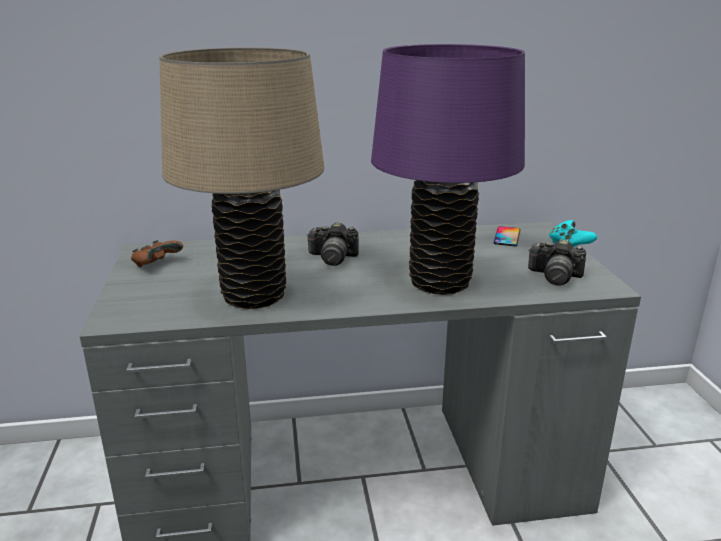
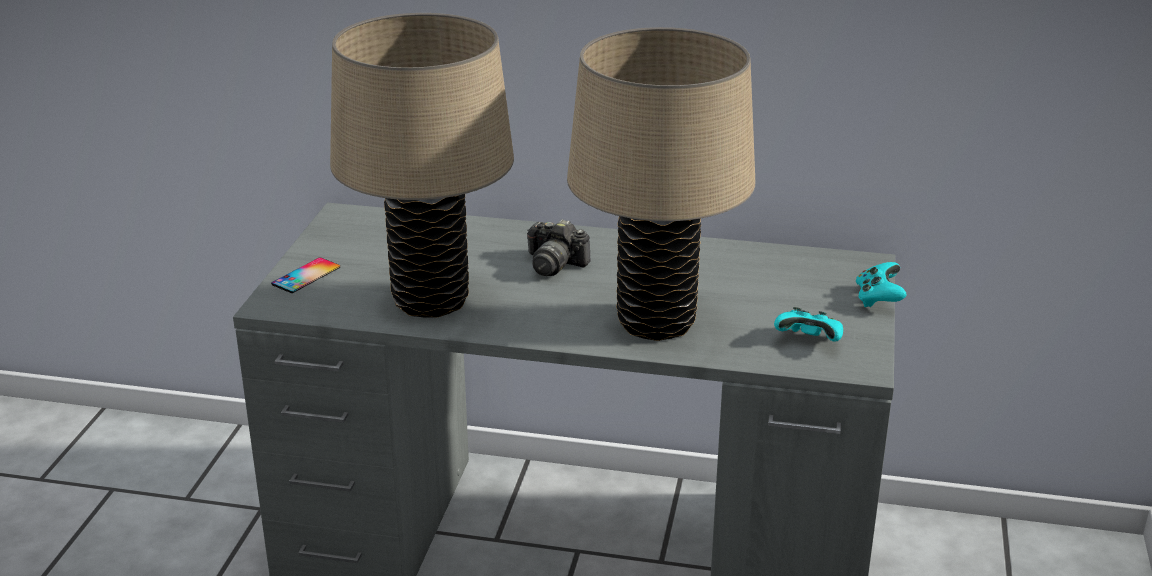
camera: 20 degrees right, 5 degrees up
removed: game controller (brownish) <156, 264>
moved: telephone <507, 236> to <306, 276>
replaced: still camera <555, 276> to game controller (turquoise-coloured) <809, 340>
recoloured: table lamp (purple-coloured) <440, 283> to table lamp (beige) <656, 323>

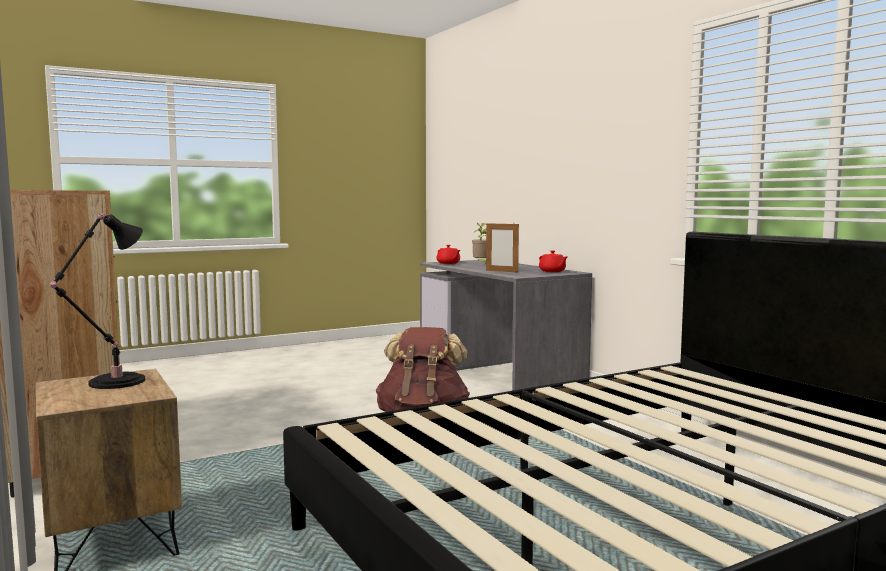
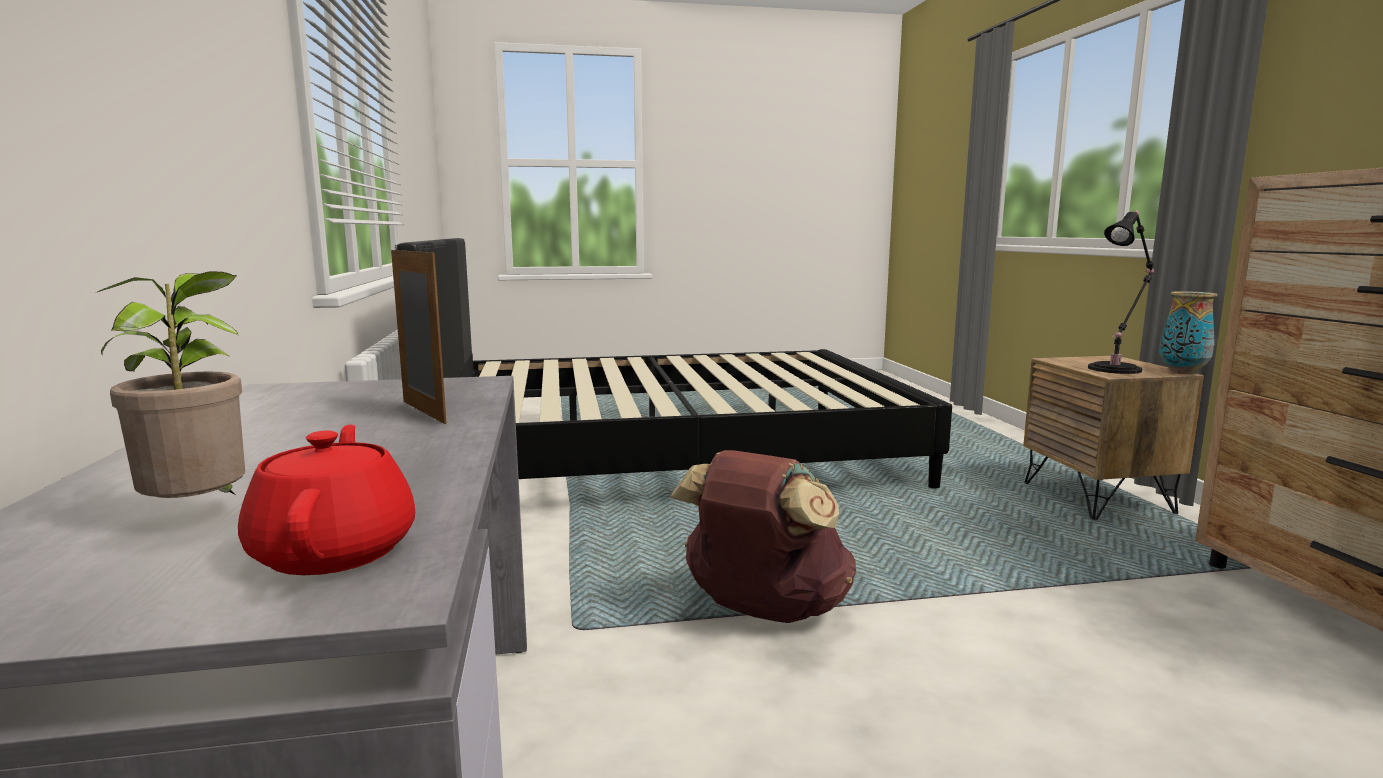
camera: 160 degrees left, 5 degrees up
removed: pot for tea (red) <552, 271>
added: flower vase <1181, 372>

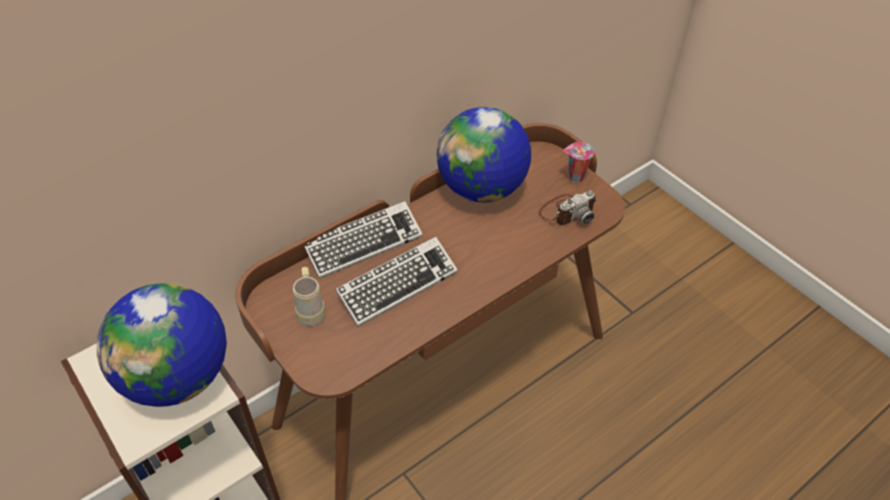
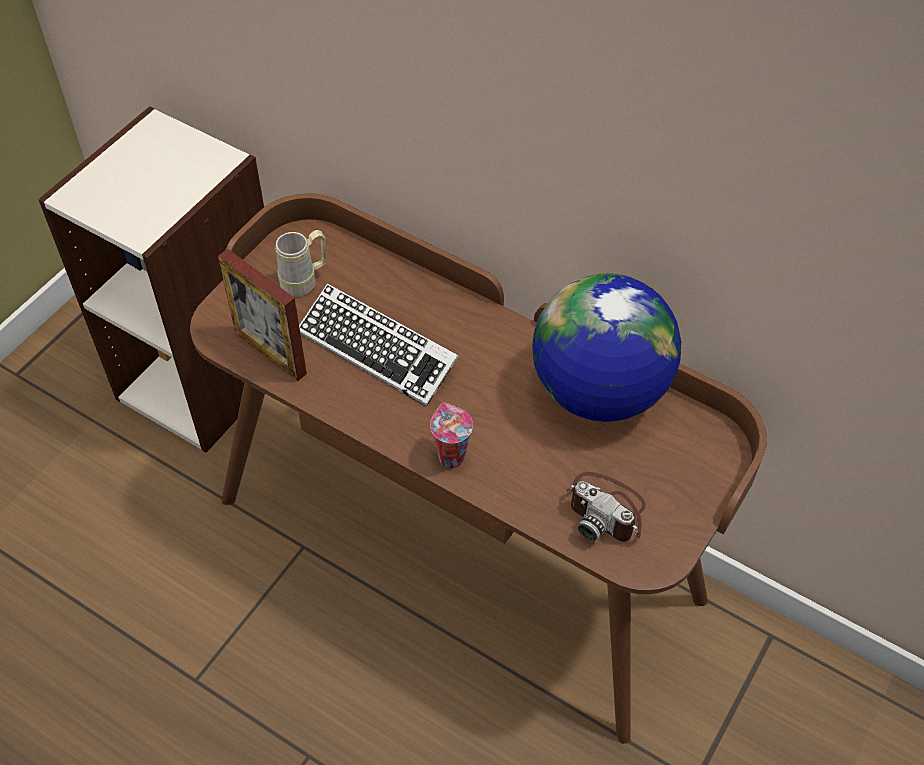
camera: 70 degrees right, 5 degrees up
removed: world globe <178, 378>; computer keyboard <363, 244>
added: picture frame <270, 353>
moved: small cup <575, 177> to <450, 456>

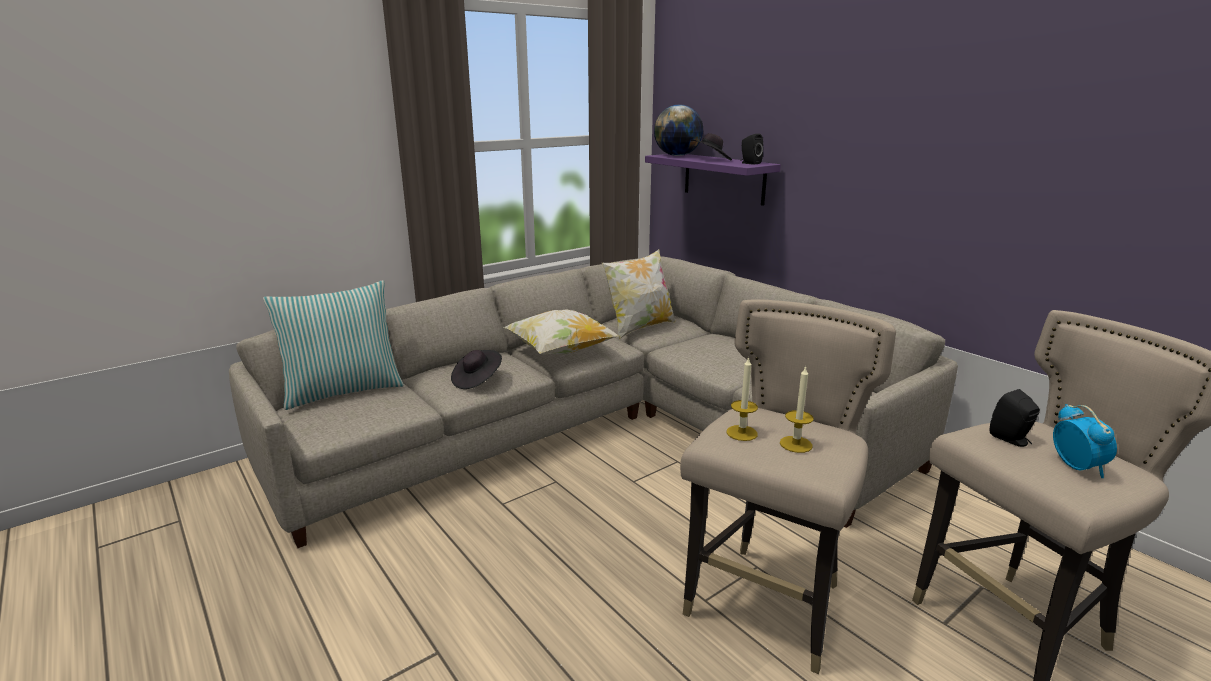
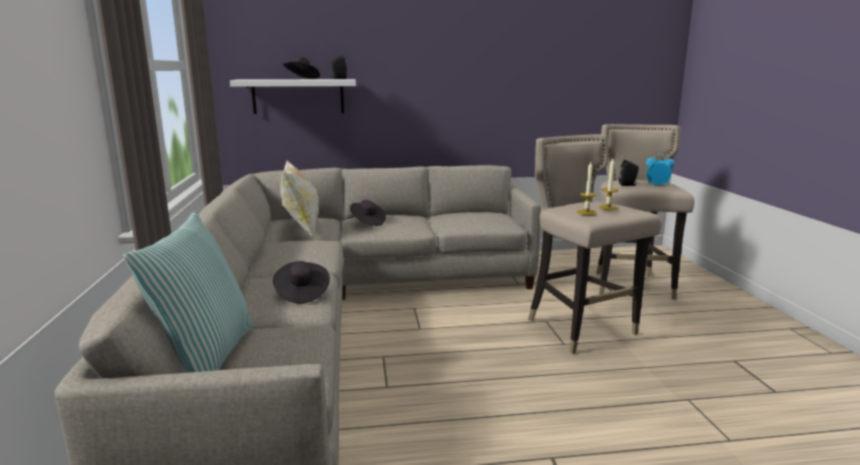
camera: 60 degrees left, 5 degrees down
removed: pillow <560, 351>; world globe <677, 156>
added: clothing hat (blackish) <367, 222>
recoloured: wall shelf (purple-coloured) <724, 178> to wall shelf (white-coloured) <298, 96>

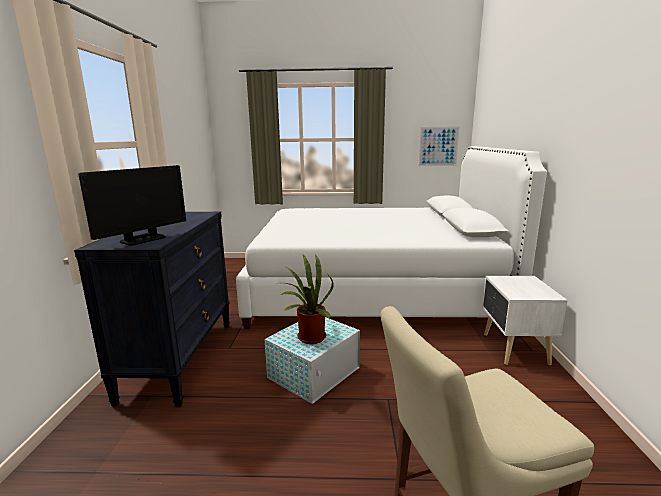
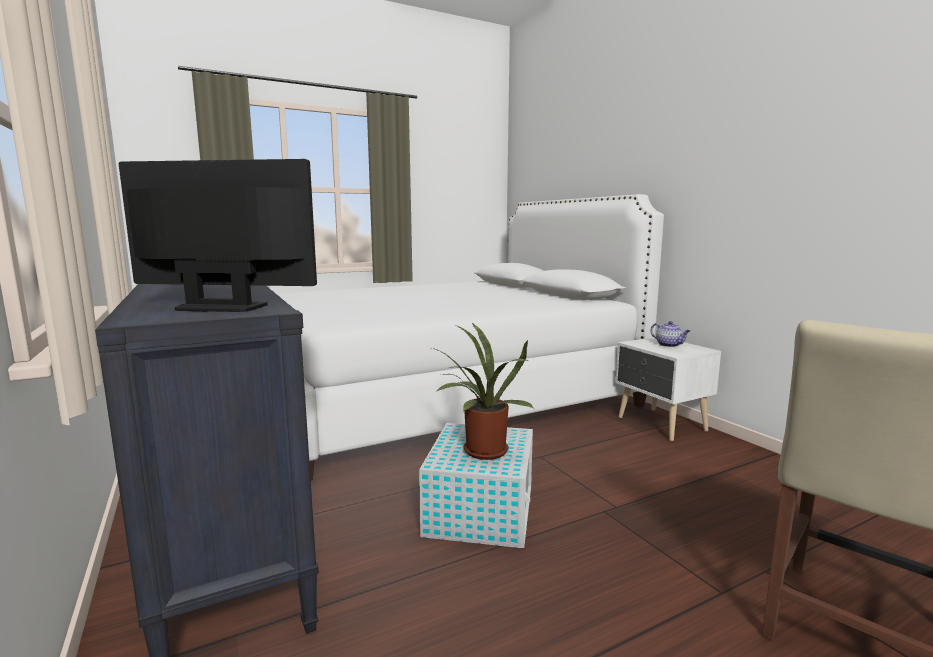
camera: 30 degrees left, 5 degrees down
removed: picture <438, 146>
added: pot for tea <669, 345>
turned: computer display <143, 239> = <222, 307> 90 degrees counterclockwise

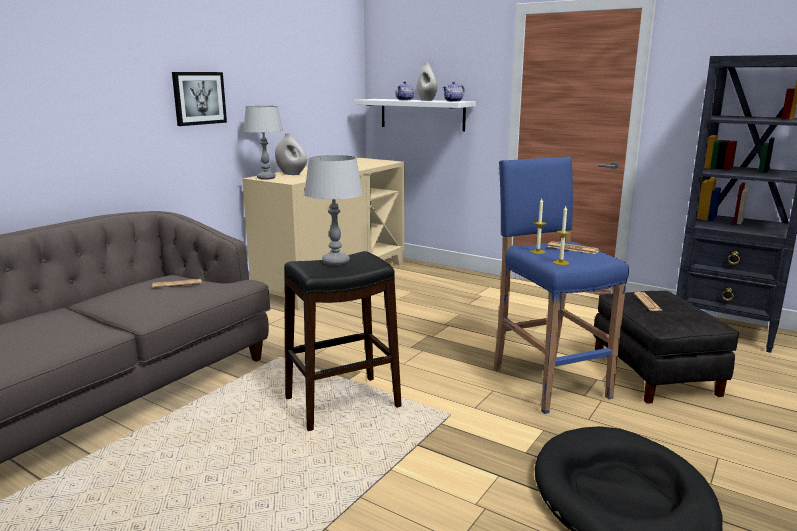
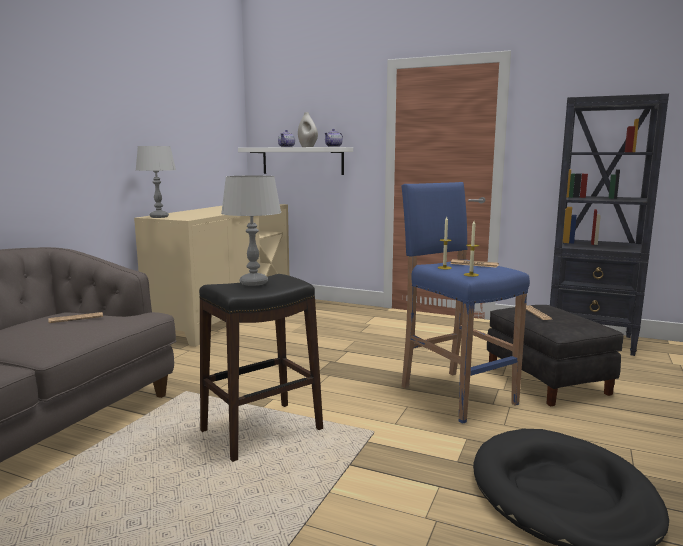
camera: 10 degrees left, 5 degrees down
removed: picture <199, 98>; flower vase (white-coloured) <291, 174>

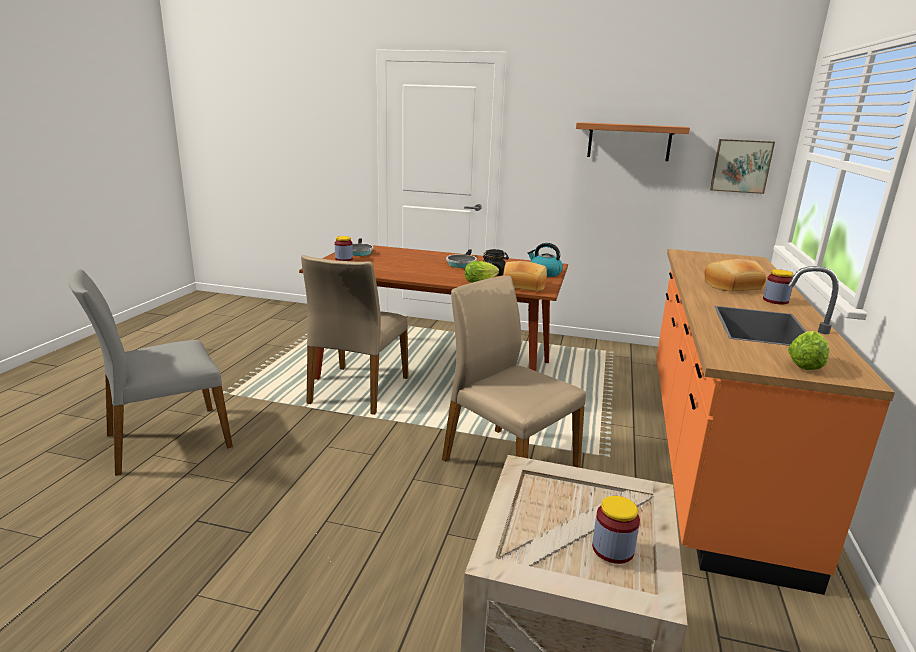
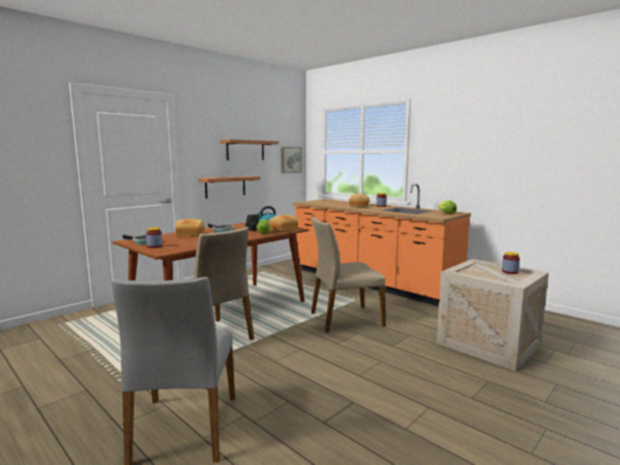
camera: 60 degrees left, 10 degrees down
added: bread <190, 234>; wall shelf <225, 186>

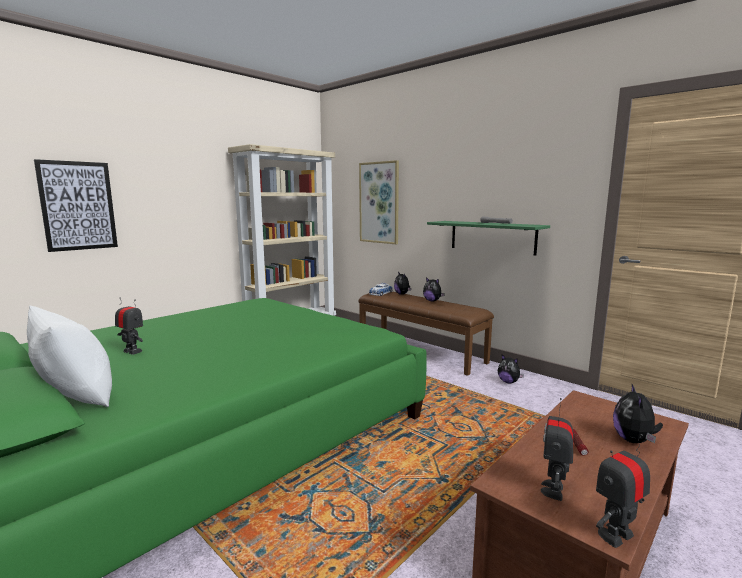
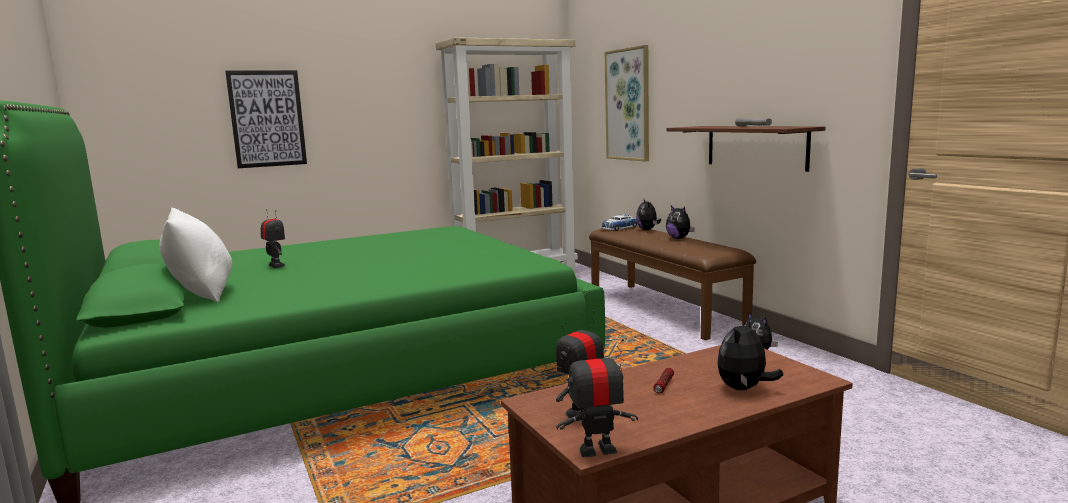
camera: 20 degrees right, 0 degrees up
recoloured: wall shelf (greenish) <492, 237> to wall shelf (brownish) <755, 146>

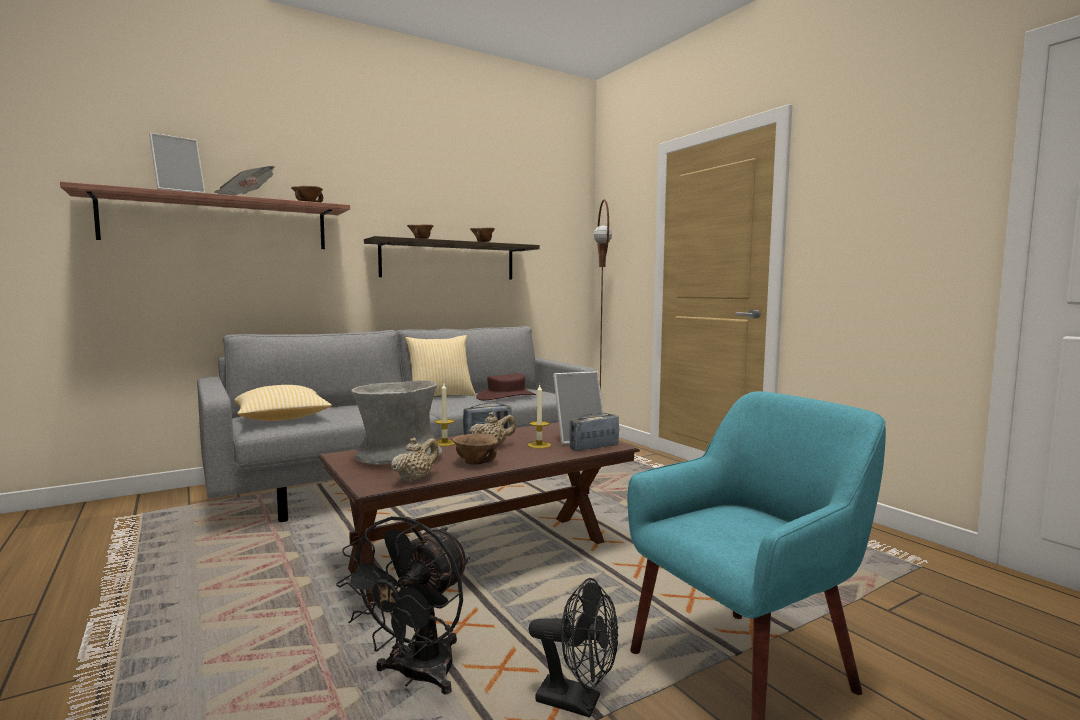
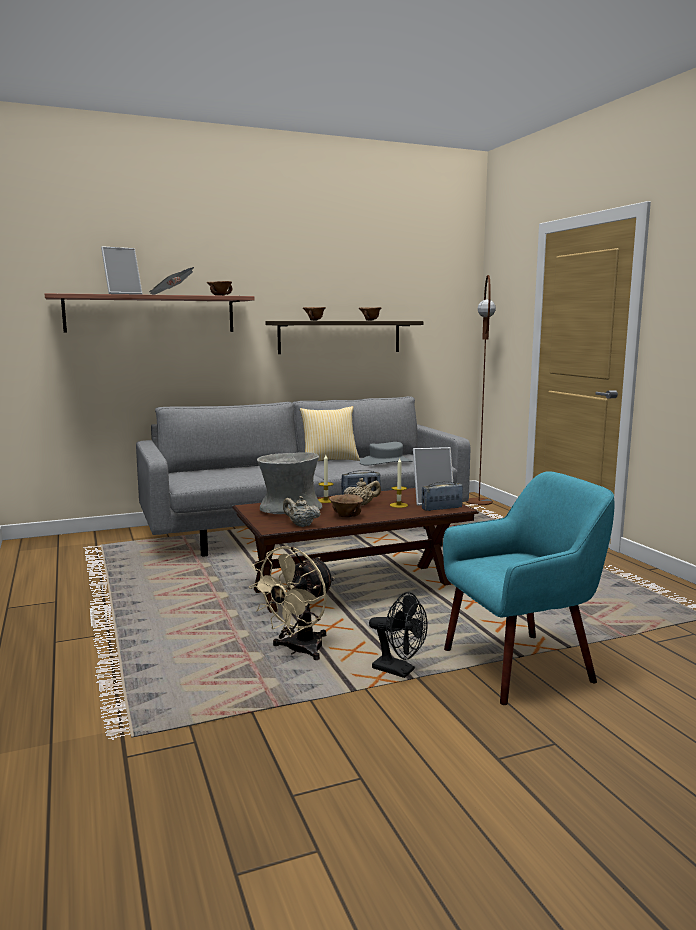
camera: 10 degrees right, 5 degrees up
removed: pillow <281, 419>
recoloured: cooling fan (blackish) <416, 677> to cooling fan (beige) <298, 651>; clothing hat (brownish) <506, 397> to clothing hat (greyish) <386, 462>
turned: pot for tea (beige) <415, 479> = <301, 525> 105 degrees counterclockwise

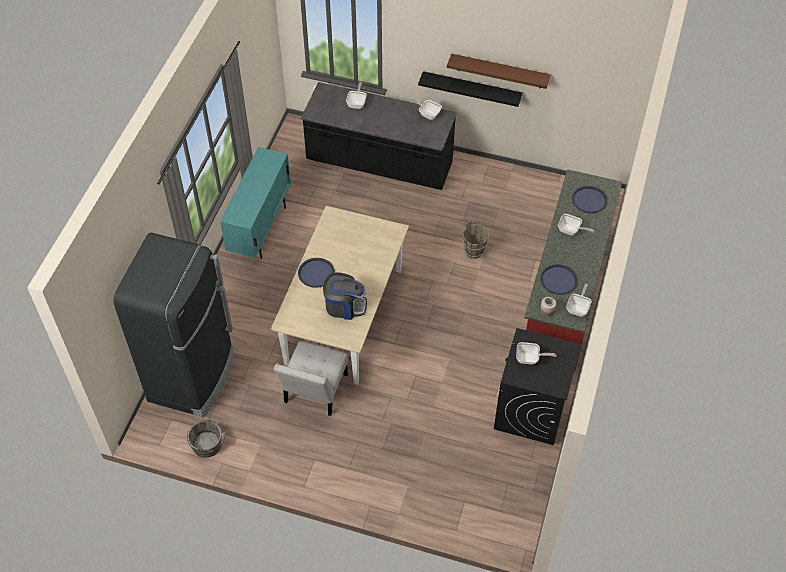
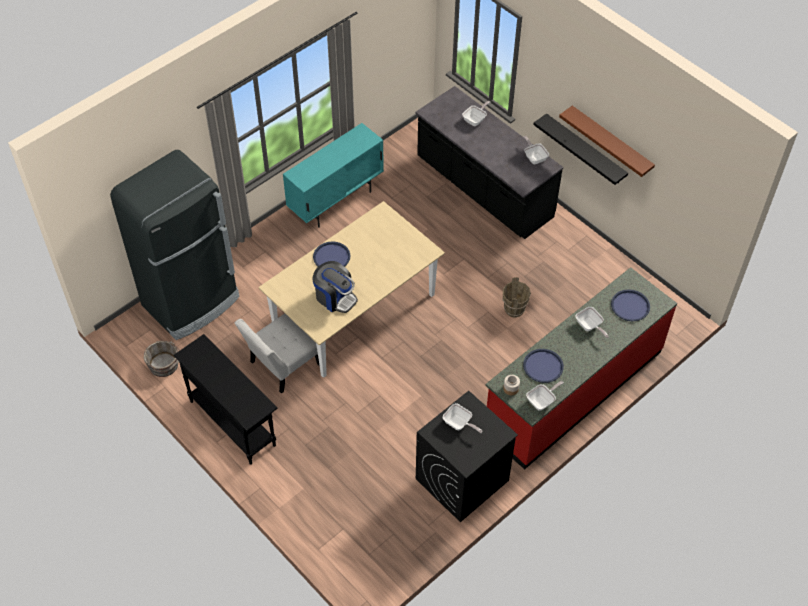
camera: 30 degrees right, 0 degrees up
added: narrow table (blackish) <232, 422>

